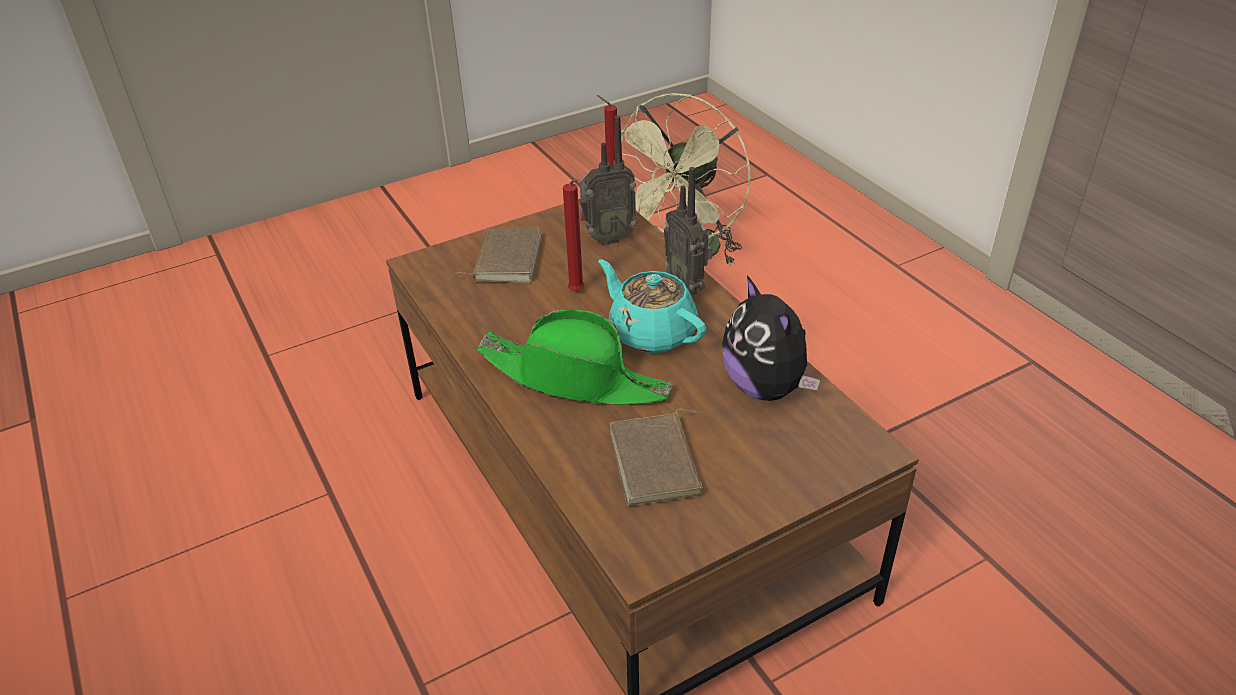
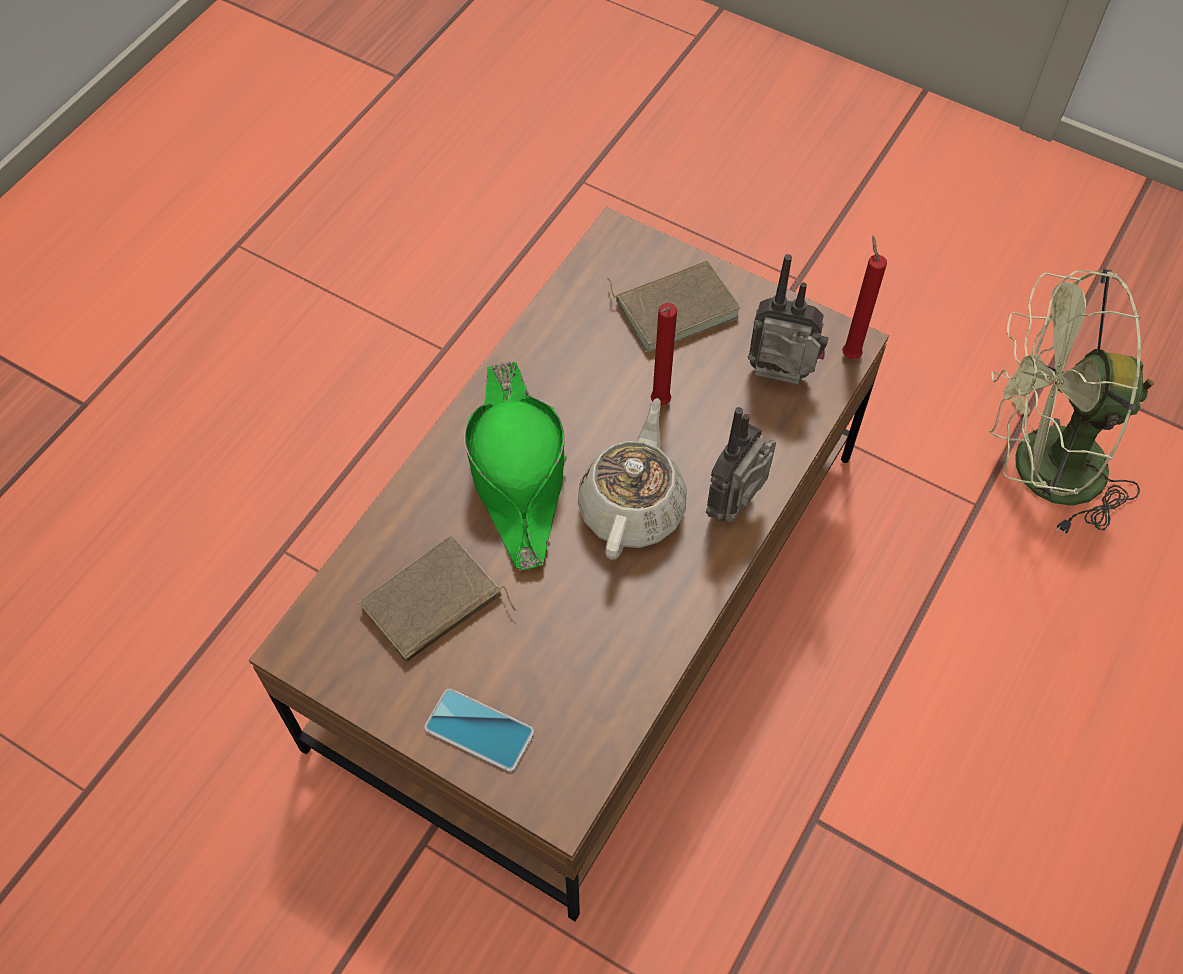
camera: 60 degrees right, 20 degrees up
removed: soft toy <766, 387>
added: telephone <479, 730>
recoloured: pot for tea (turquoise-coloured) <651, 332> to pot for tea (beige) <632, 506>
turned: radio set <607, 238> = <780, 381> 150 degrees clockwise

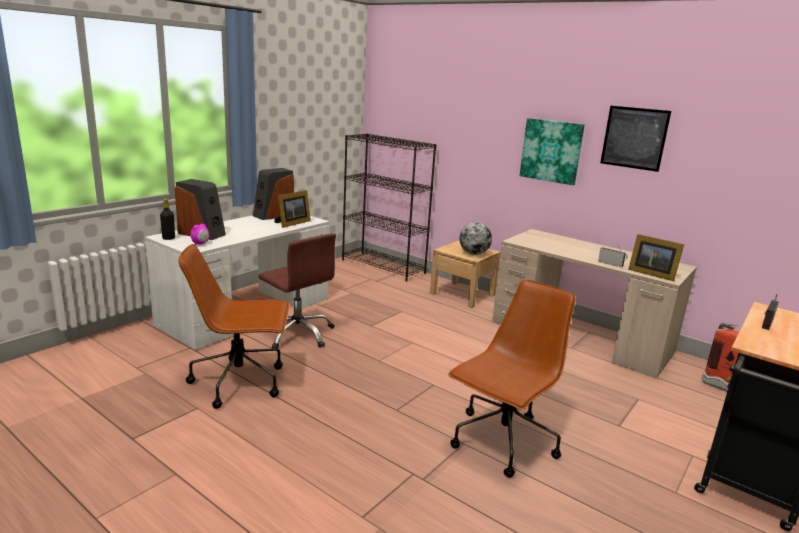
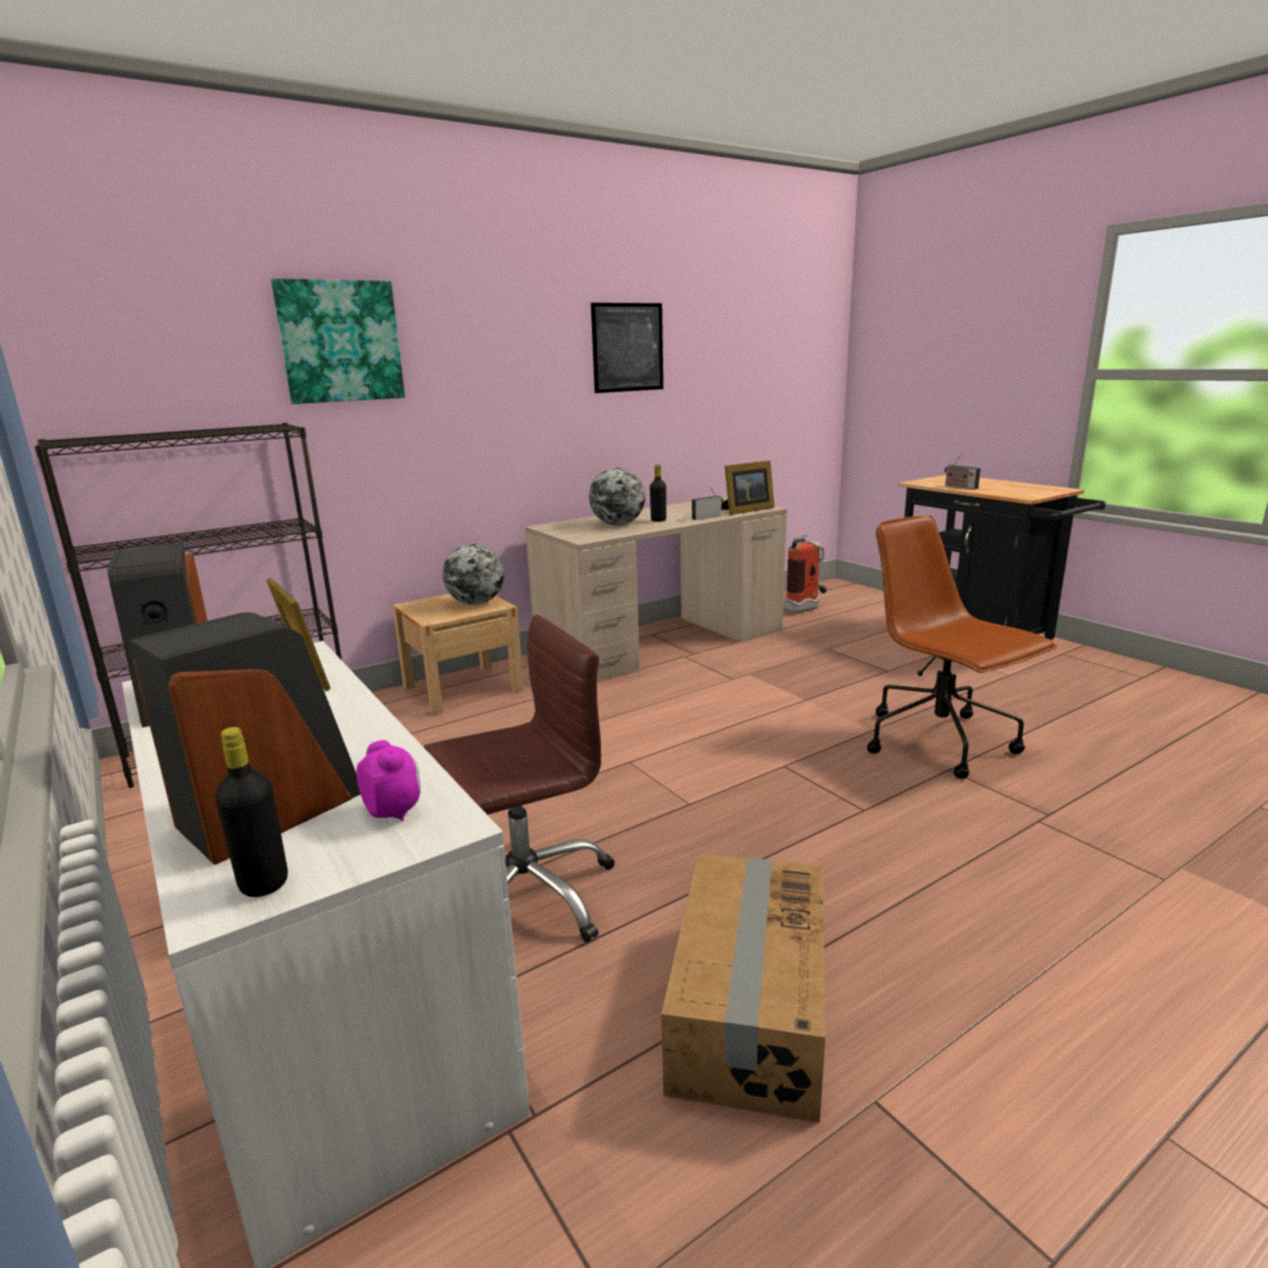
camera: 70 degrees left, 0 degrees up
added: world globe <618, 524>; beverage bottle (blackish) <658, 520>
moved: picture <551, 151> to <340, 341>
replaced: desk chair (brownish) <240, 382> to cardboard box <747, 1008>

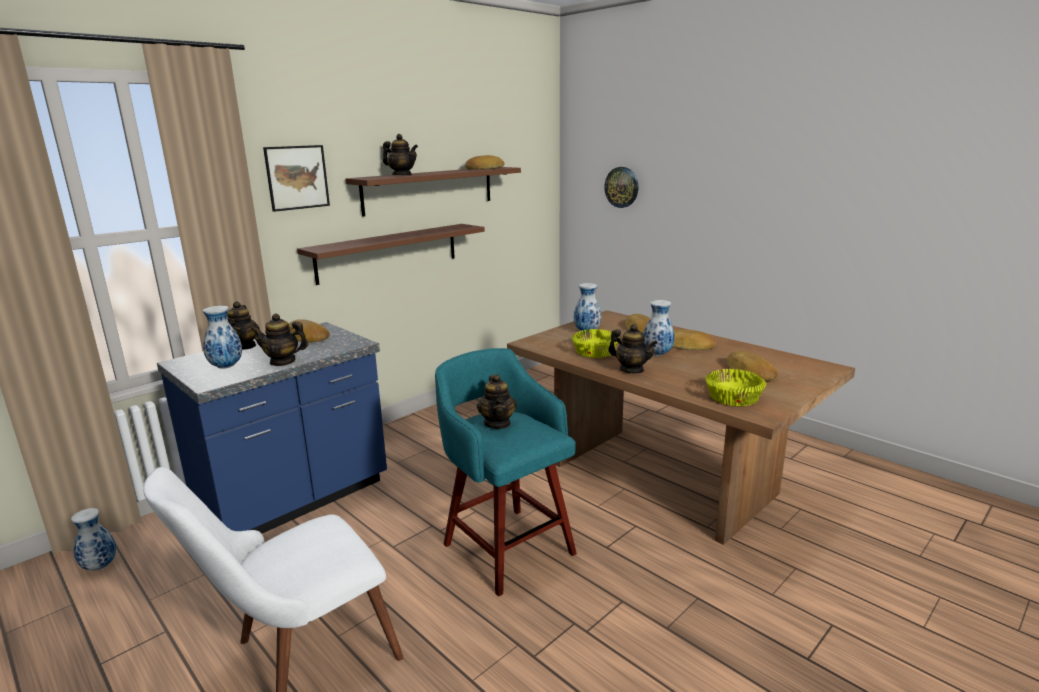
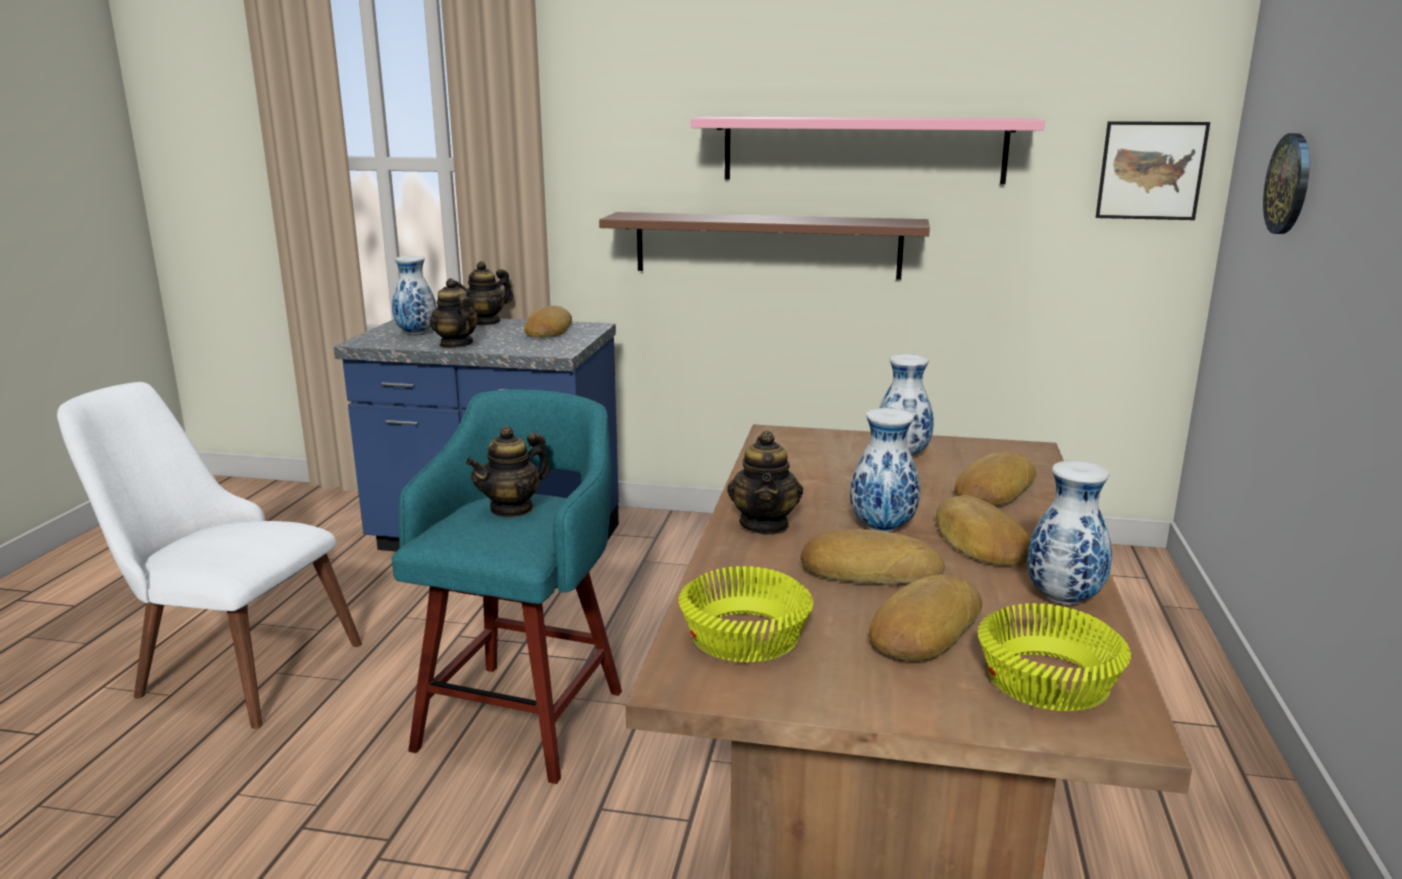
camera: 55 degrees right, 0 degrees up
removed: pot for tea <402, 175>
moved: flower vase <99, 566> to <1062, 598>; picture <297, 177> to <1151, 170>; bread <484, 168> to <869, 570>; bowl (yellow) <594, 352> to <1044, 680>
recoloured: wall shelf (brownish) <429, 190> to wall shelf (pinkish) <863, 149>

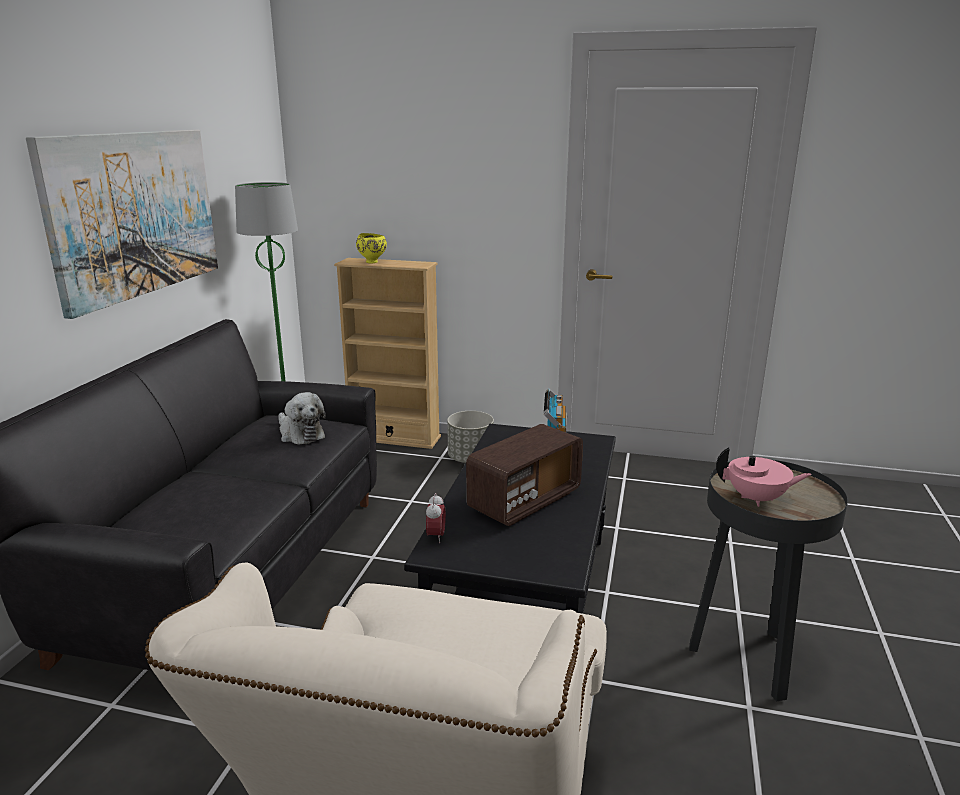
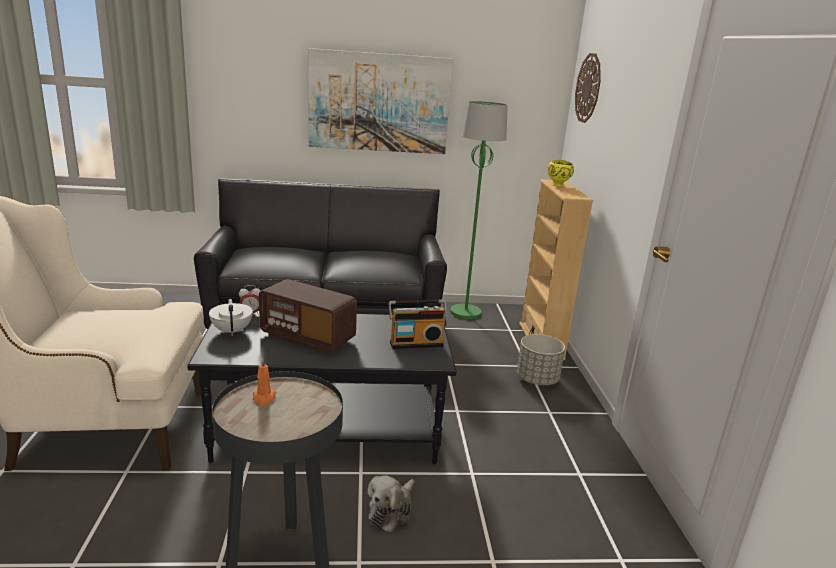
camera: 70 degrees right, 0 degrees up
added: pot for tea (white-coloured) <232, 331>; wall clock <588, 88>
moved: soft toy <300, 434> to <391, 511>
replaced: pot for tea (pinkish) <757, 499> to candle (orange) <264, 398>

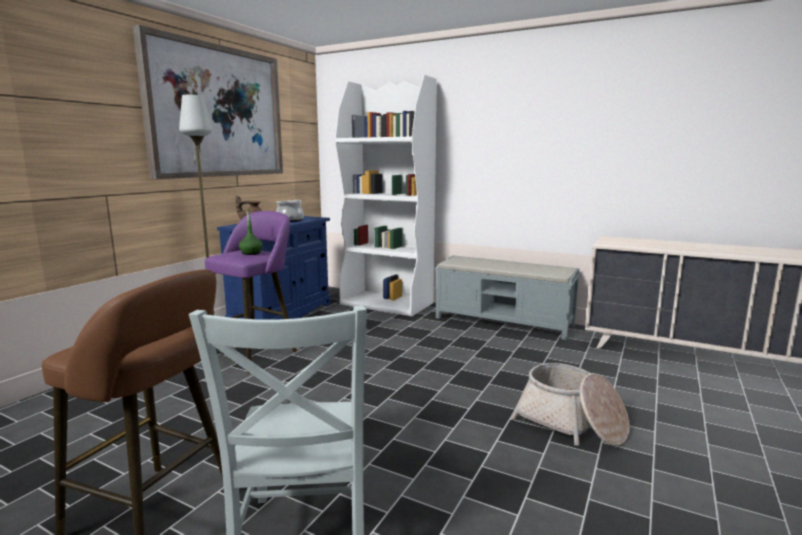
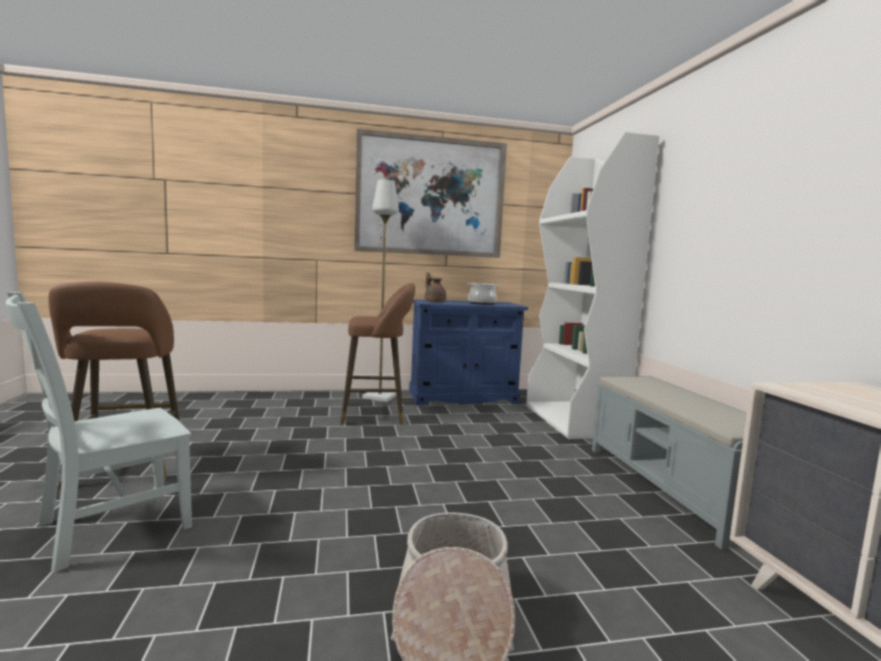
camera: 50 degrees right, 5 degrees down
removed: beverage bottle (greenish) <251, 253>
recoloured: sitting stool (purple-coloured) <255, 353> to sitting stool (brownish) <377, 414>

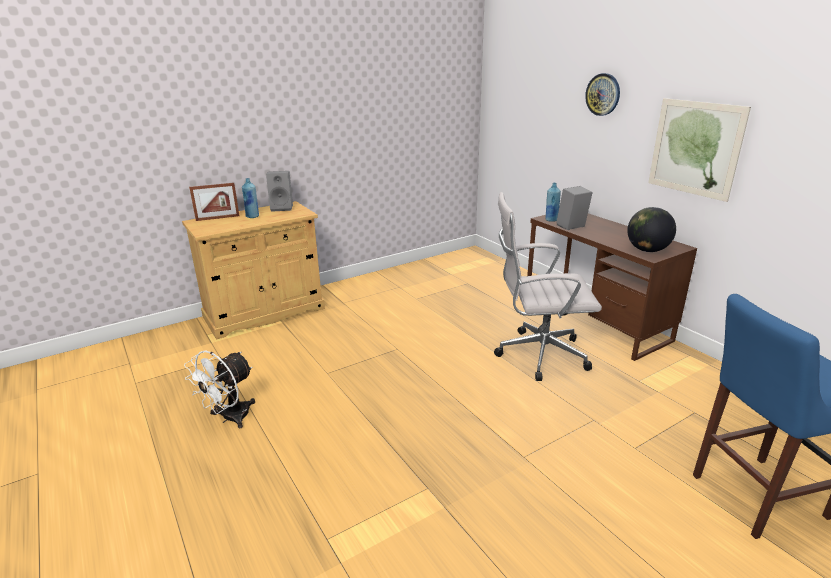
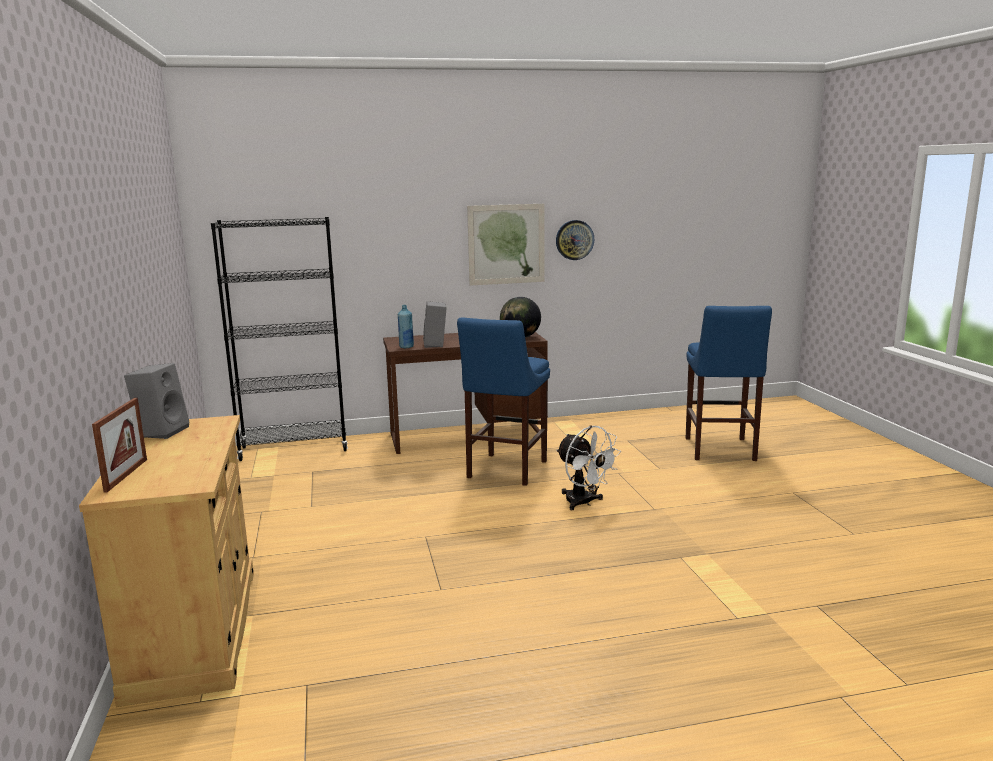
camera: 70 degrees left, 10 degrees down
removed: beverage bottle (blue) <252, 216>
added: bookcase (blackish) <294, 449>
moved: cooling fan (white-coloured) <230, 418> to <584, 503>; wall clock <603, 94> to <574, 240>
replaced: desk chair (white-coloured) <537, 355> to sitting stool (blue) <505, 471>

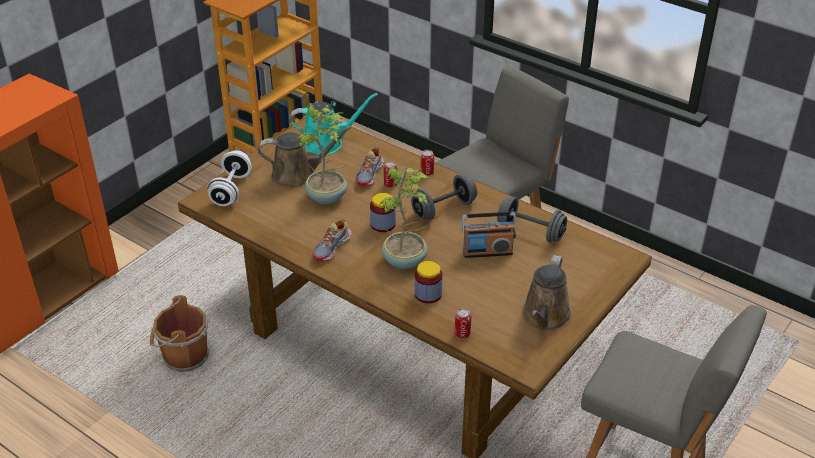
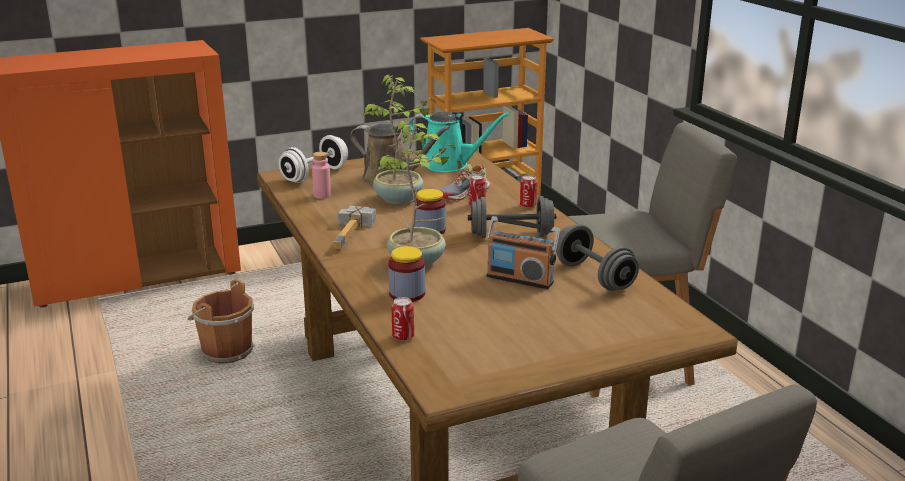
camera: 30 degrees right, 15 degrees down
removed: watering can (brownish) <545, 317>
added: beverage bottle (pinkish) <322, 195>
replaced: shoe <332, 247> to hammer <354, 234>

